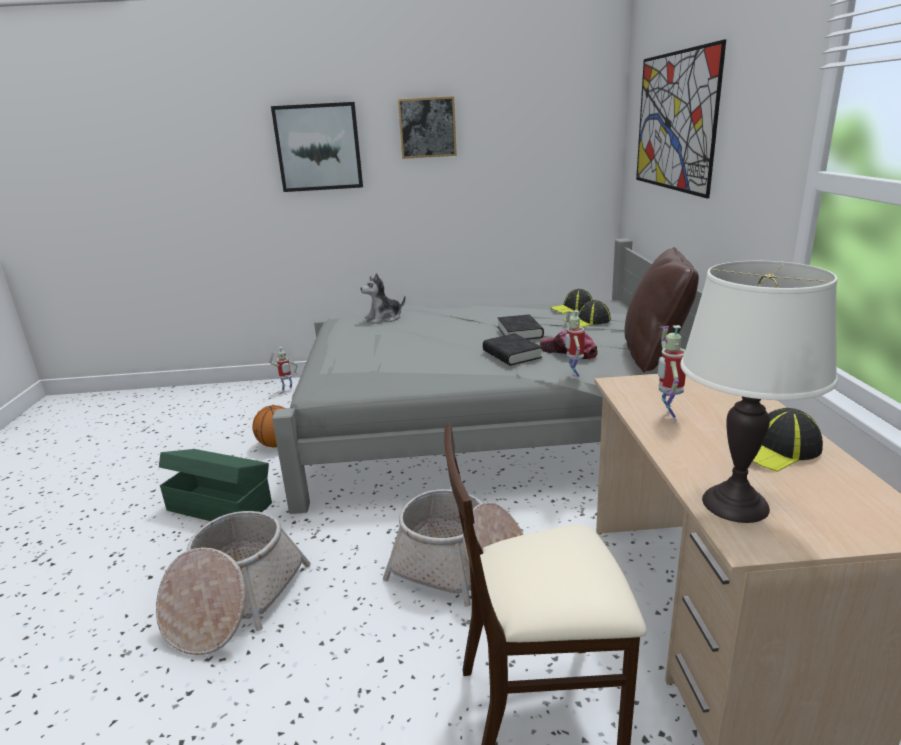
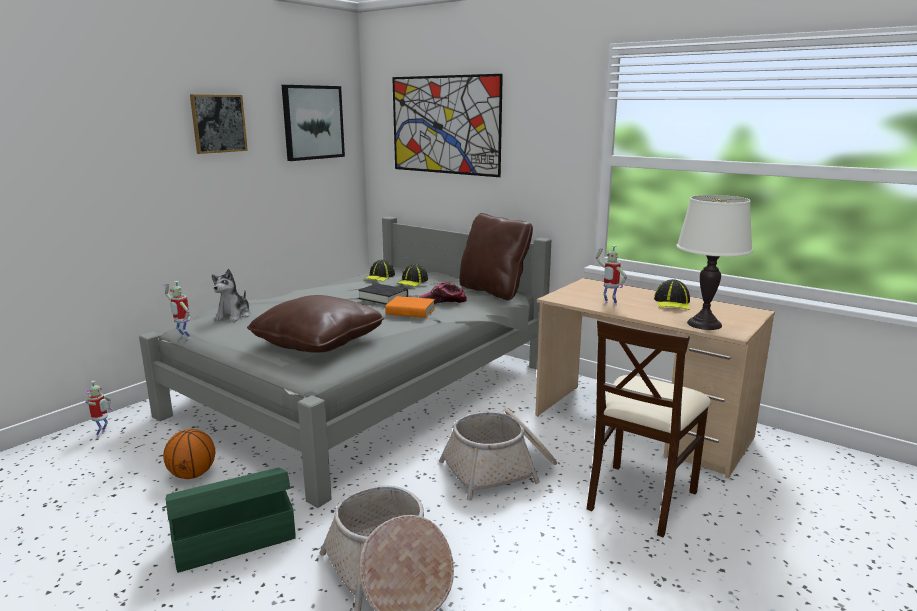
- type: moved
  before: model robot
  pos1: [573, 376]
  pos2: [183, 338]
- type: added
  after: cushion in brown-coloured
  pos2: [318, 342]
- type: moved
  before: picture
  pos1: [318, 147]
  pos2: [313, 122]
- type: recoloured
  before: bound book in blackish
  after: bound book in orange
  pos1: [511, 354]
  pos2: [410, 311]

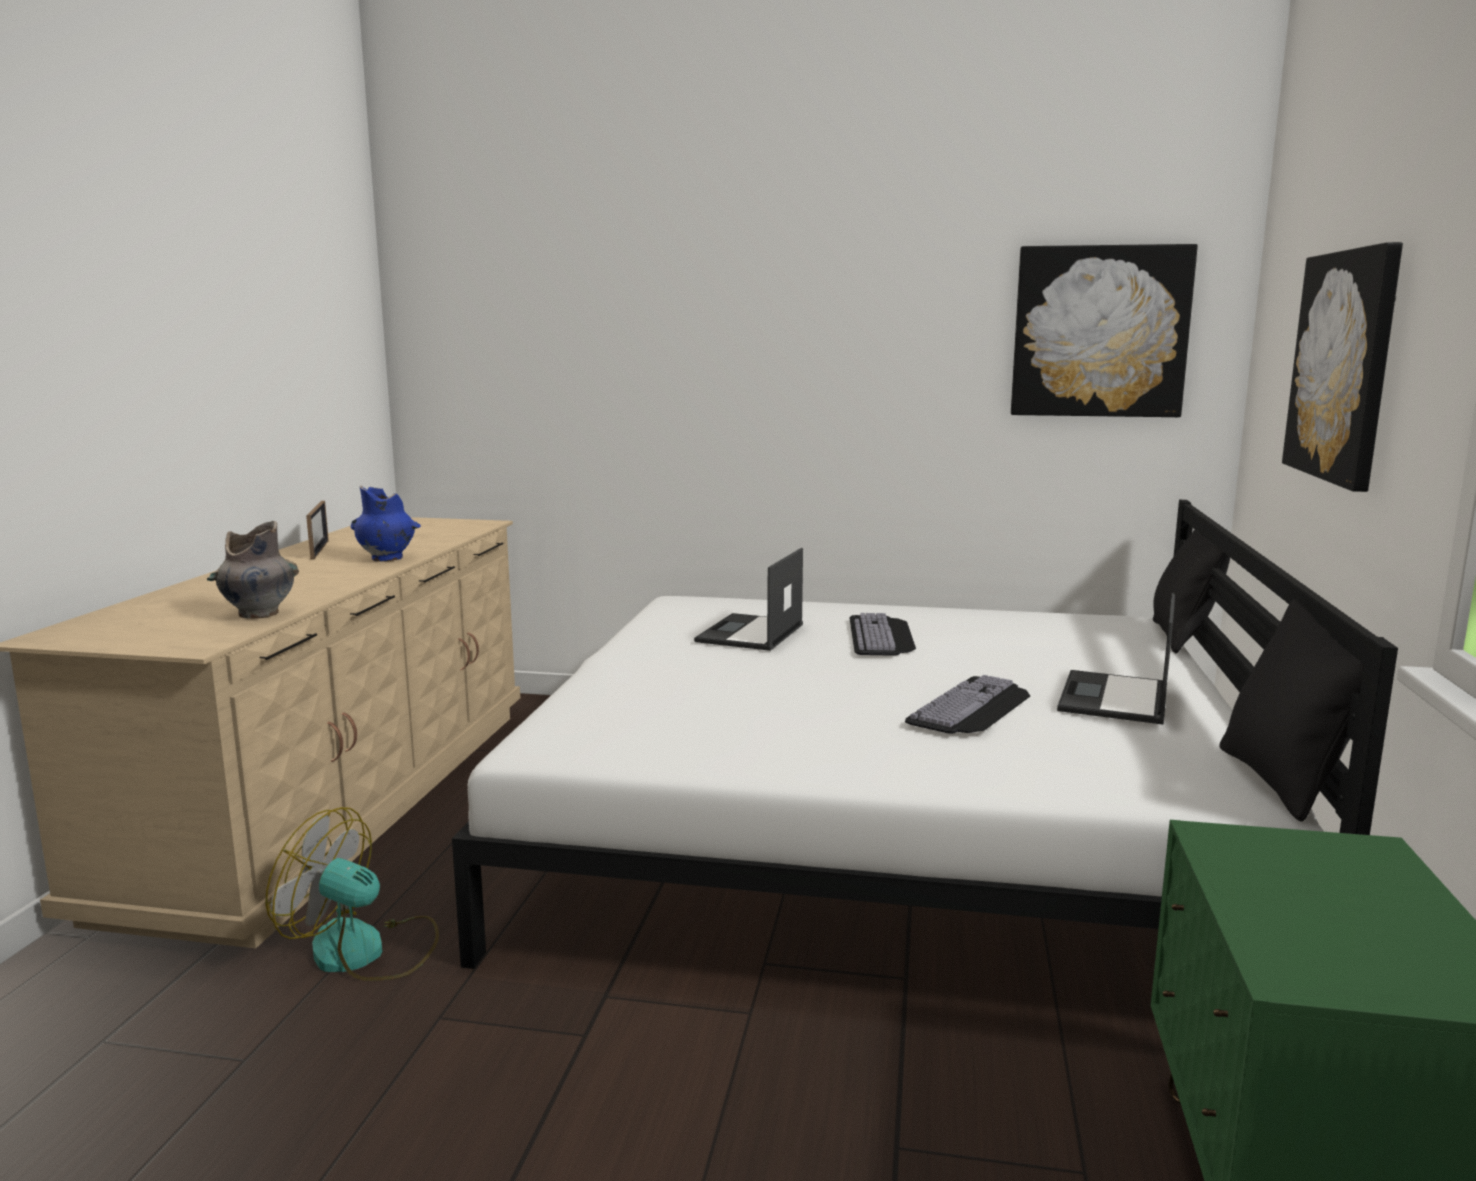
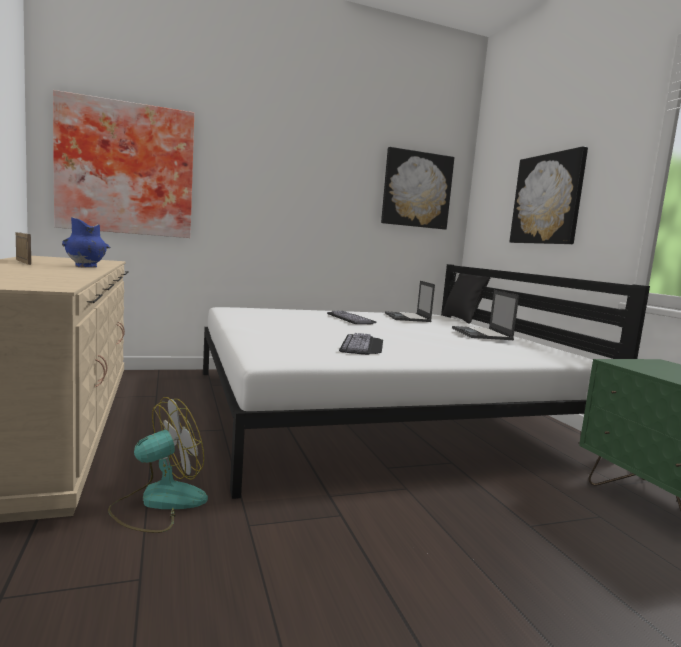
- type: added
  after: picture
  pos2: [126, 169]
- type: turned
  before: electric fan
  pos1: [364, 951]
  pos2: [159, 502]
  turn: 150
- type: moved
  before: PC keyboard
  pos1: [974, 707]
  pos2: [363, 345]
- type: moved
  before: notebook computer
  pos1: [750, 633]
  pos2: [407, 317]
- type: removed
  before: vase in greyish
  pos1: [258, 614]
- type: removed
  before: cushion in blackish
  pos1: [1284, 783]

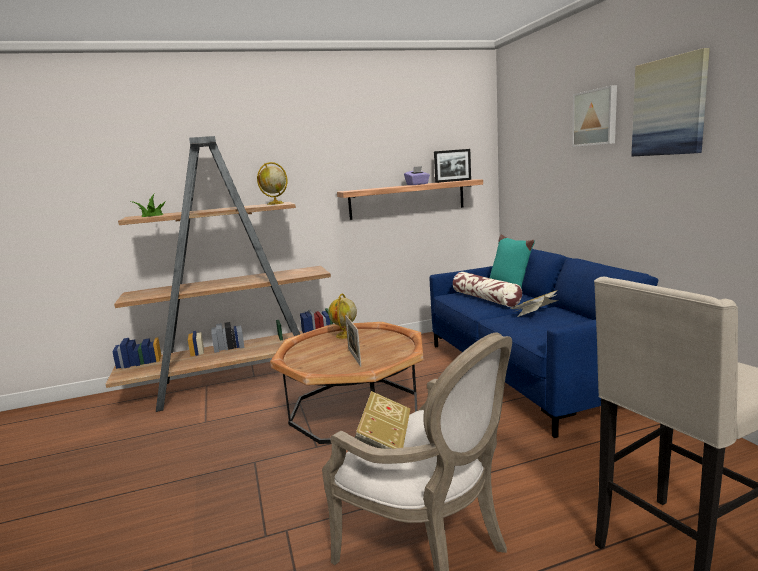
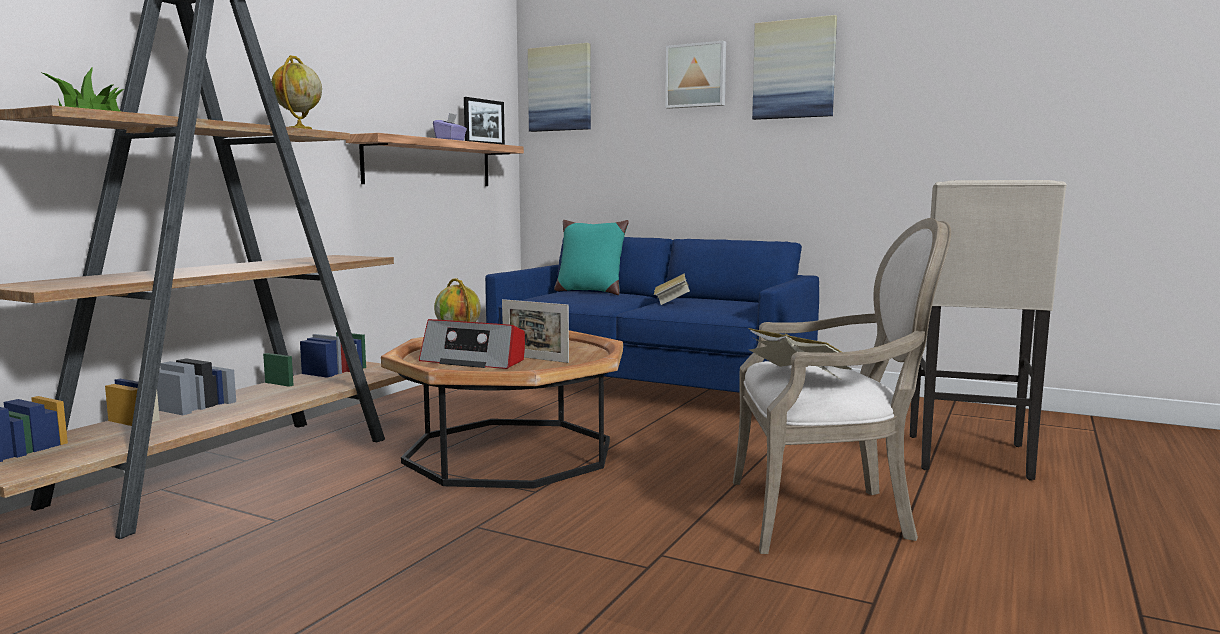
- type: added
  after: radio receiver
  pos2: [474, 361]
- type: added
  after: picture
  pos2: [560, 88]
- type: removed
  before: cushion
  pos1: [486, 299]

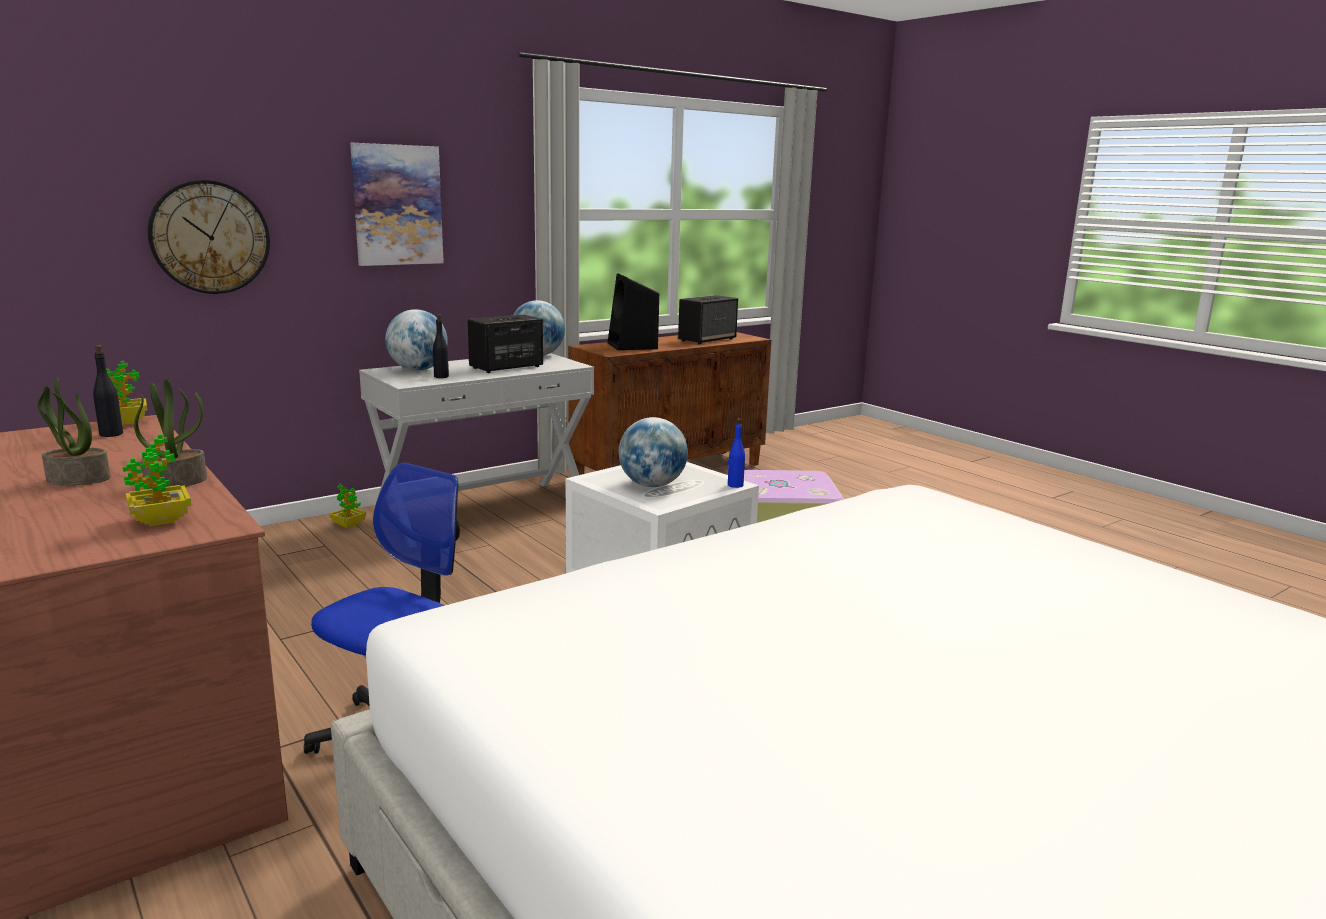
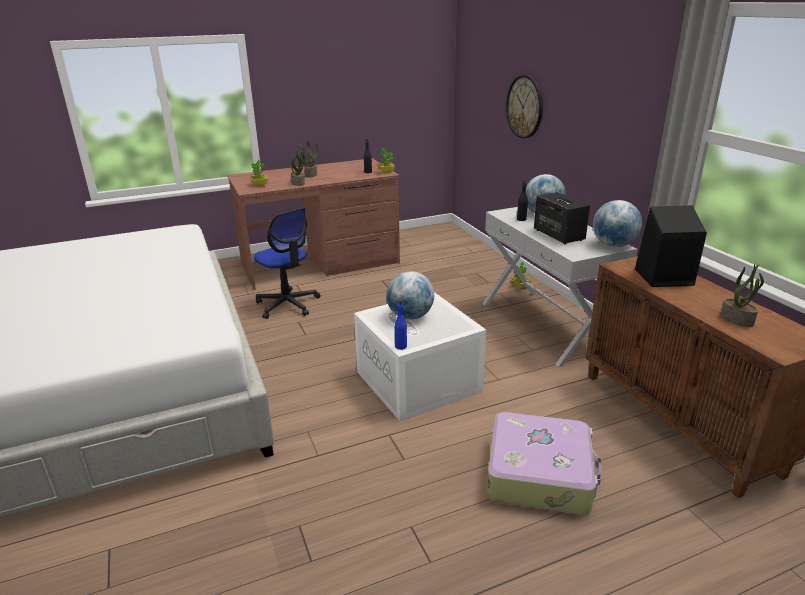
- type: replaced
  before: loudspeaker
  after: houseplant
  pos1: [707, 340]
  pos2: [737, 319]
- type: removed
  before: picture
  pos1: [397, 205]

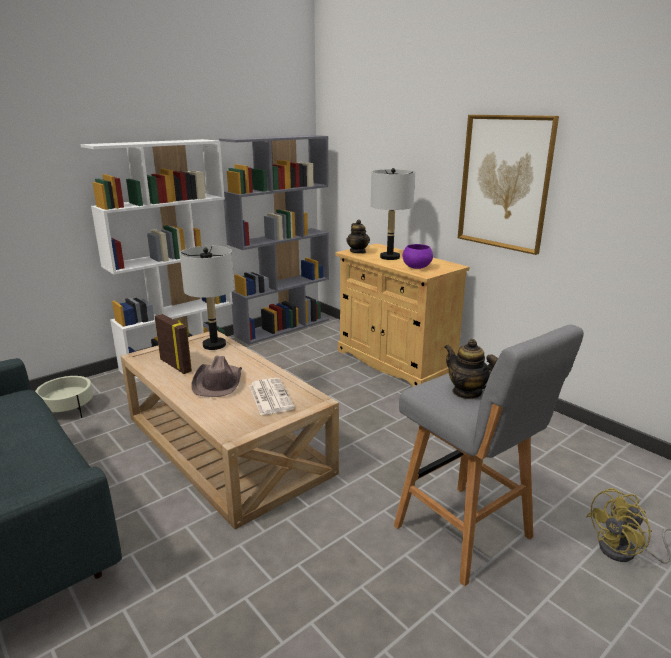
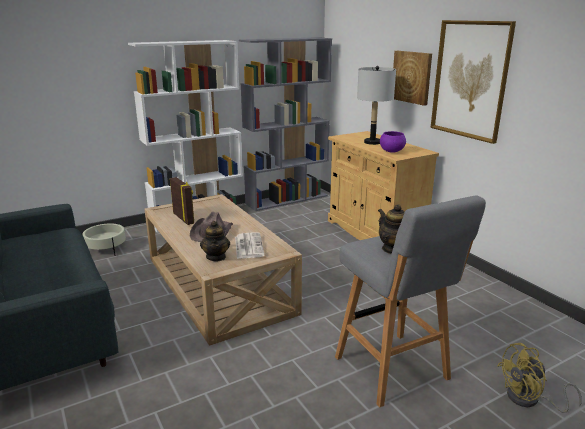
- type: moved
  before: tea pot
  pos1: [358, 252]
  pos2: [216, 257]
- type: added
  after: picture
  pos2: [412, 77]
- type: removed
  before: lamp for a table in greyish
  pos1: [214, 345]

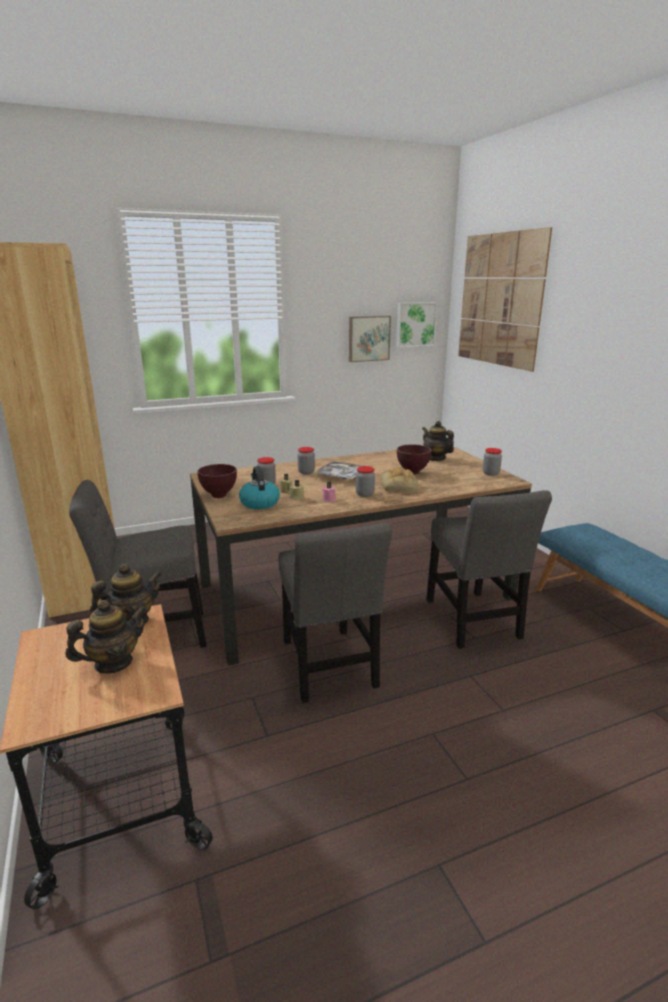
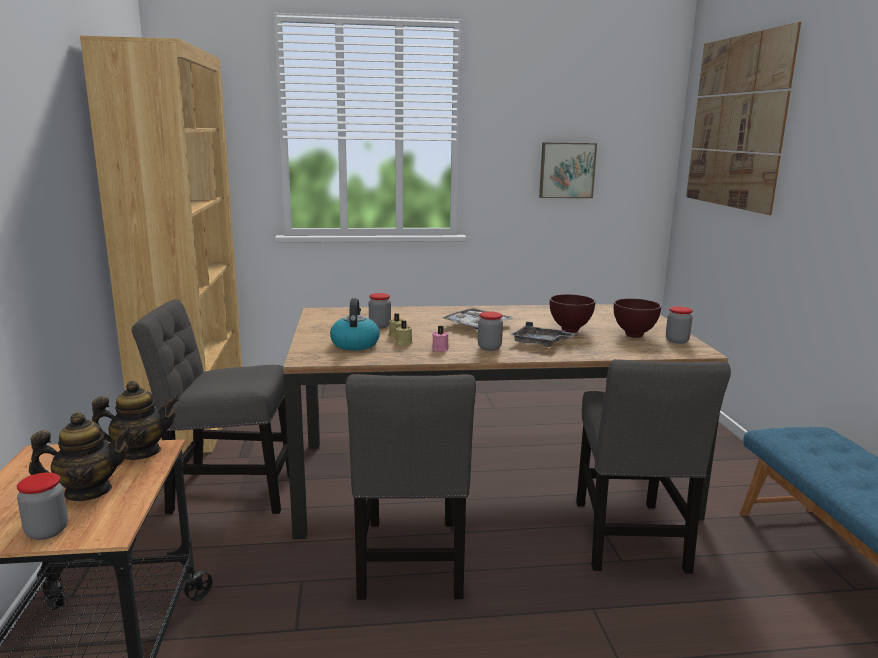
- type: moved
  before: preserve jar
  pos1: [306, 472]
  pos2: [47, 531]
- type: replaced
  before: bread
  after: tray in greyish
  pos1: [399, 486]
  pos2: [540, 343]
- type: moved
  before: bowl in brown-coloured
  pos1: [218, 496]
  pos2: [633, 335]
- type: removed
  before: picture
  pos1: [415, 324]
- type: removed
  before: tea pot
  pos1: [435, 458]

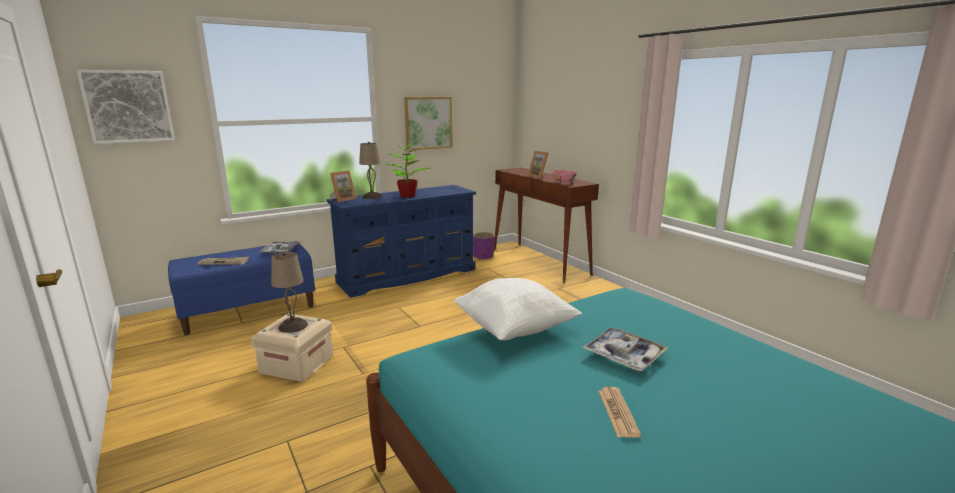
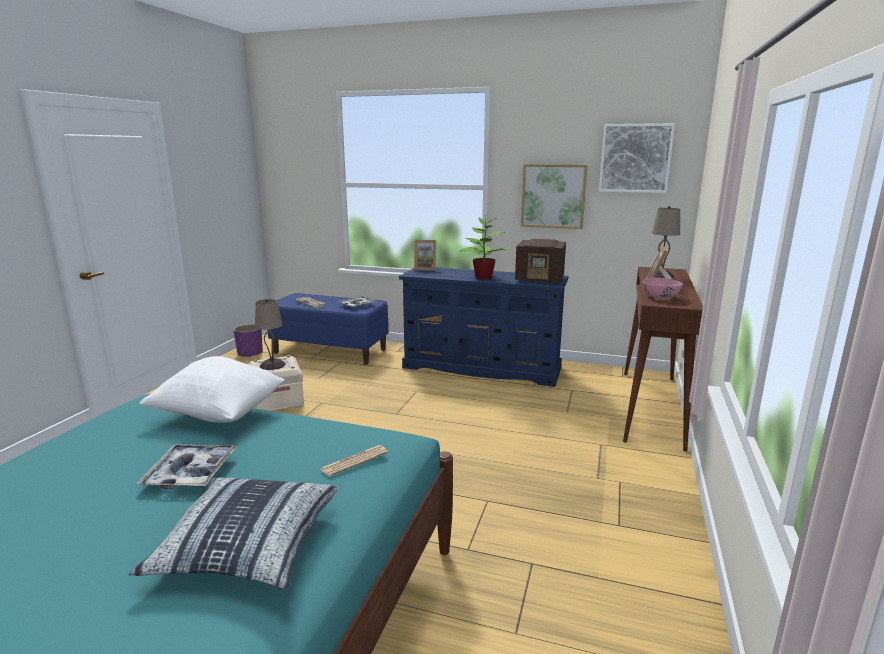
- type: added
  after: cushion
  pos2: [247, 545]
- type: moved
  before: plant pot in purple
  pos1: [483, 256]
  pos2: [250, 353]
- type: moved
  before: daily paper
  pos1: [618, 412]
  pos2: [354, 461]
- type: added
  after: radio receiver
  pos2: [540, 280]
- type: moved
  before: picture
  pos1: [128, 106]
  pos2: [635, 158]
- type: moved
  before: lamp for a table in beige
  pos1: [372, 197]
  pos2: [660, 275]

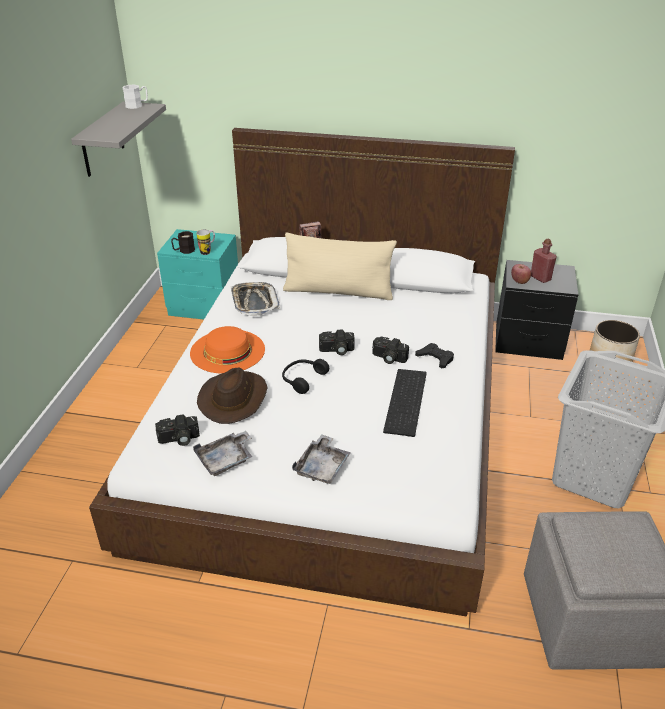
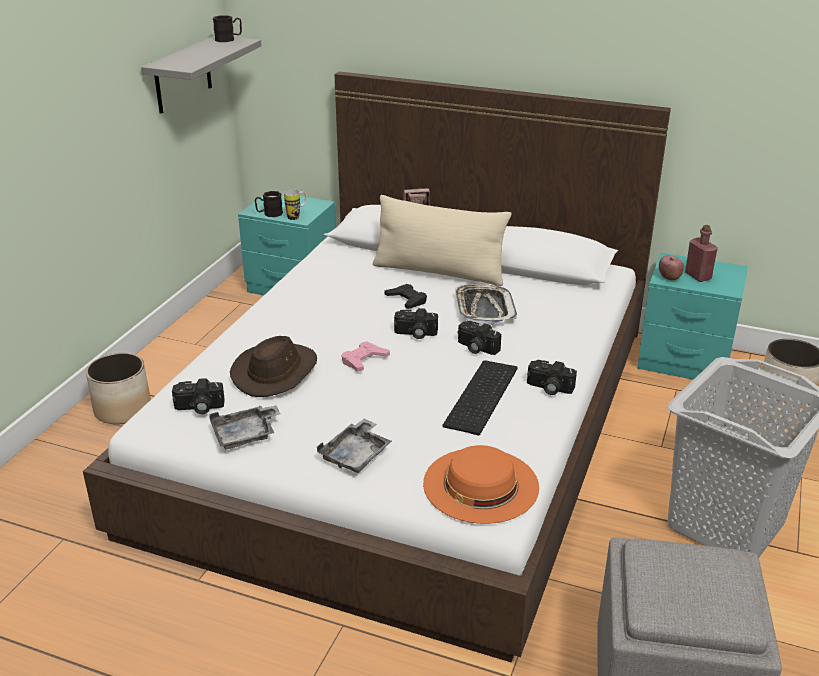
- type: added
  after: plant pot
  pos2: [123, 409]
- type: recoloured
  before: mug in whitish
  after: mug in blackish
  pos1: [137, 105]
  pos2: [229, 39]
- type: replaced
  before: headset in blackish
  after: game controller in pinkish
  pos1: [302, 379]
  pos2: [364, 360]
- type: moved
  before: game controller in blackish
  pos1: [435, 358]
  pos2: [407, 300]
- type: moved
  before: clothing hat in orange
  pos1: [227, 351]
  pos2: [480, 484]
- type: moved
  before: tray
  pos1: [254, 302]
  pos2: [484, 309]
- type: added
  after: photo camera
  pos2: [549, 388]
- type: recoloured
  before: bedside table in blackish
  after: bedside table in turquoise
  pos1: [528, 342]
  pos2: [684, 360]

